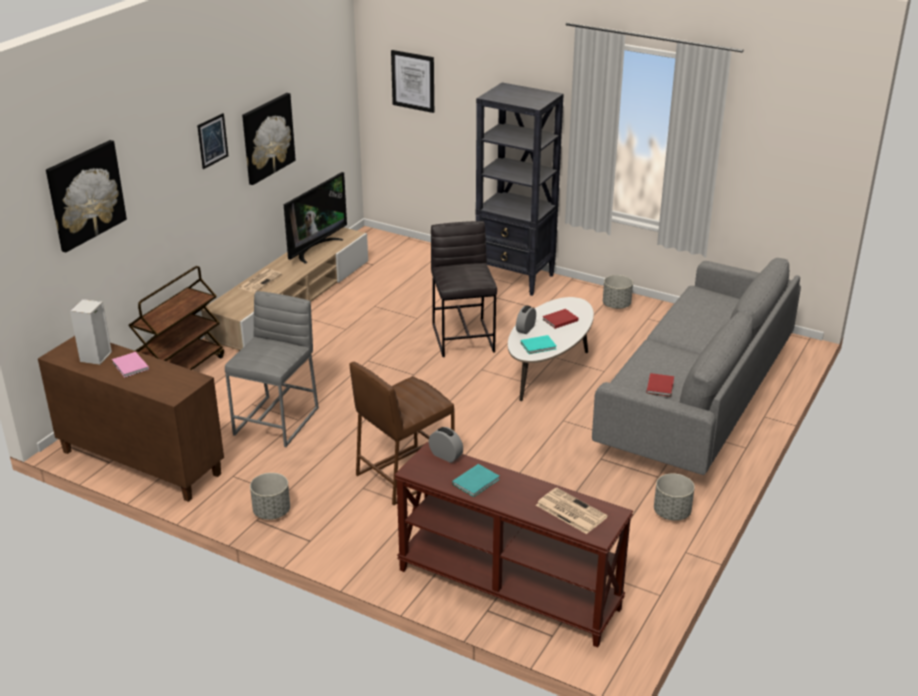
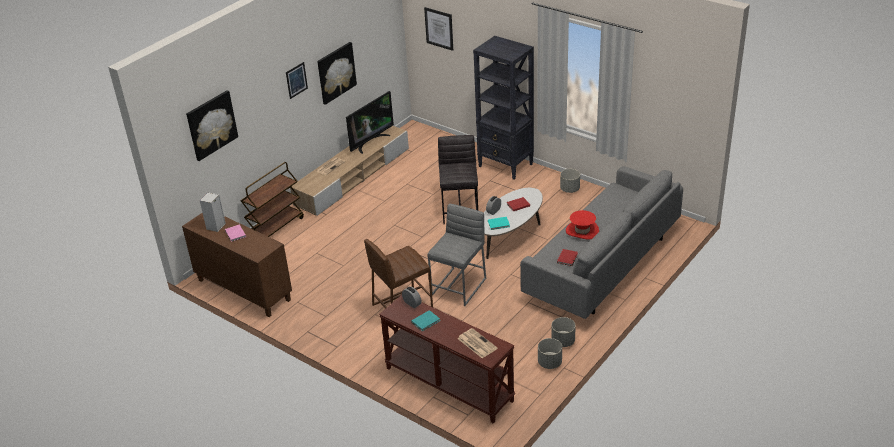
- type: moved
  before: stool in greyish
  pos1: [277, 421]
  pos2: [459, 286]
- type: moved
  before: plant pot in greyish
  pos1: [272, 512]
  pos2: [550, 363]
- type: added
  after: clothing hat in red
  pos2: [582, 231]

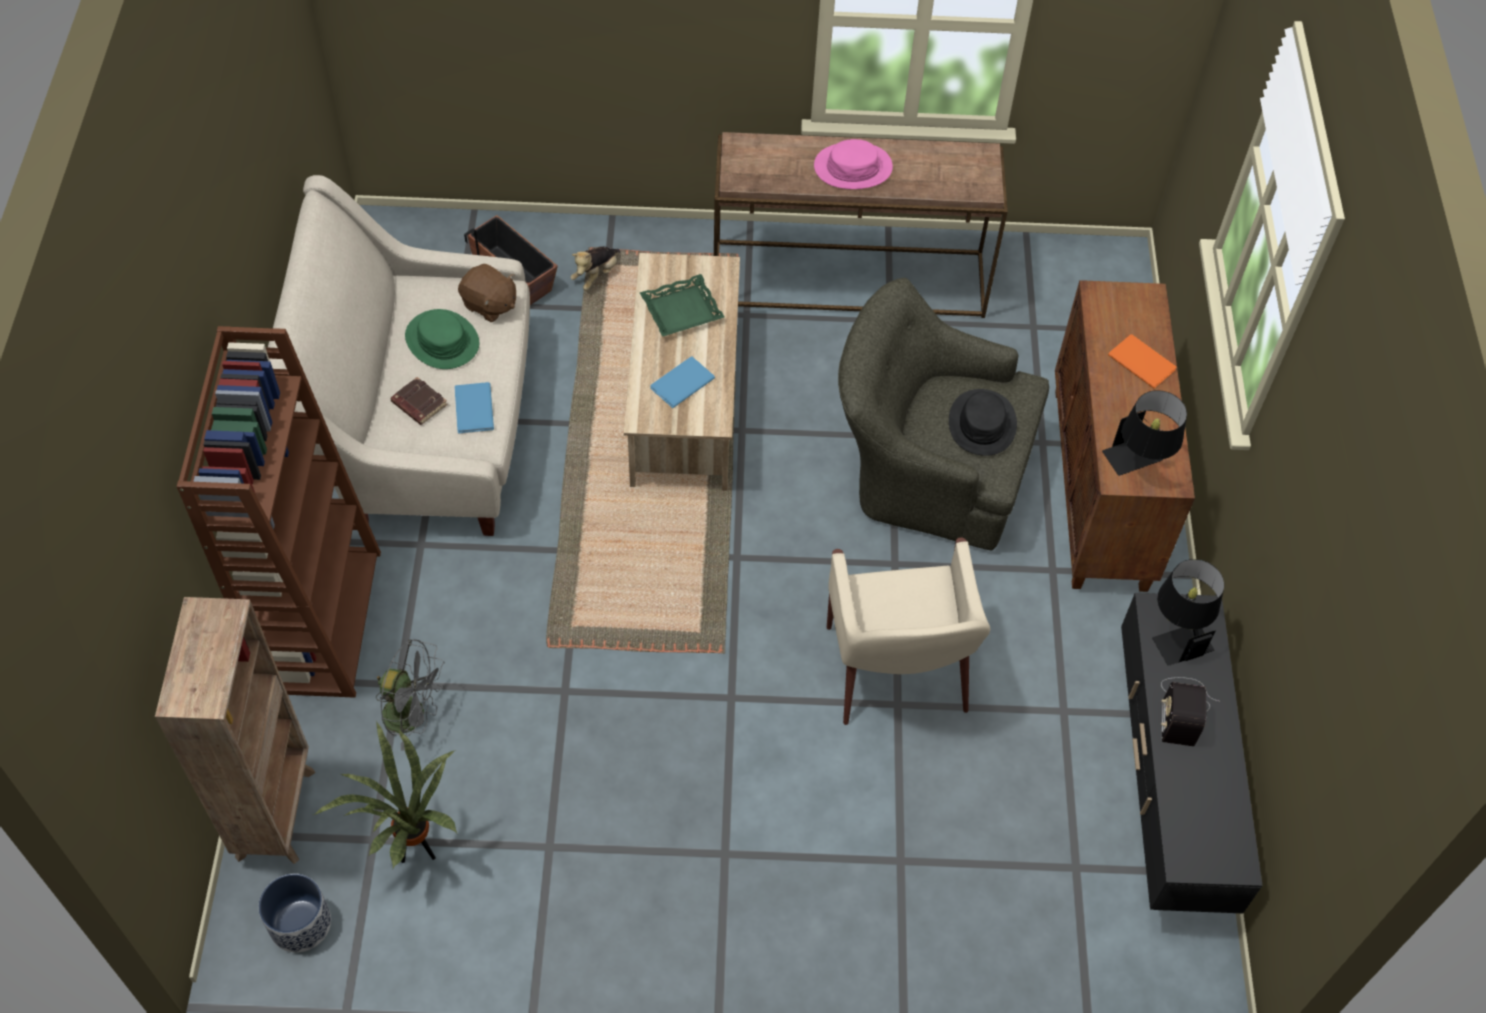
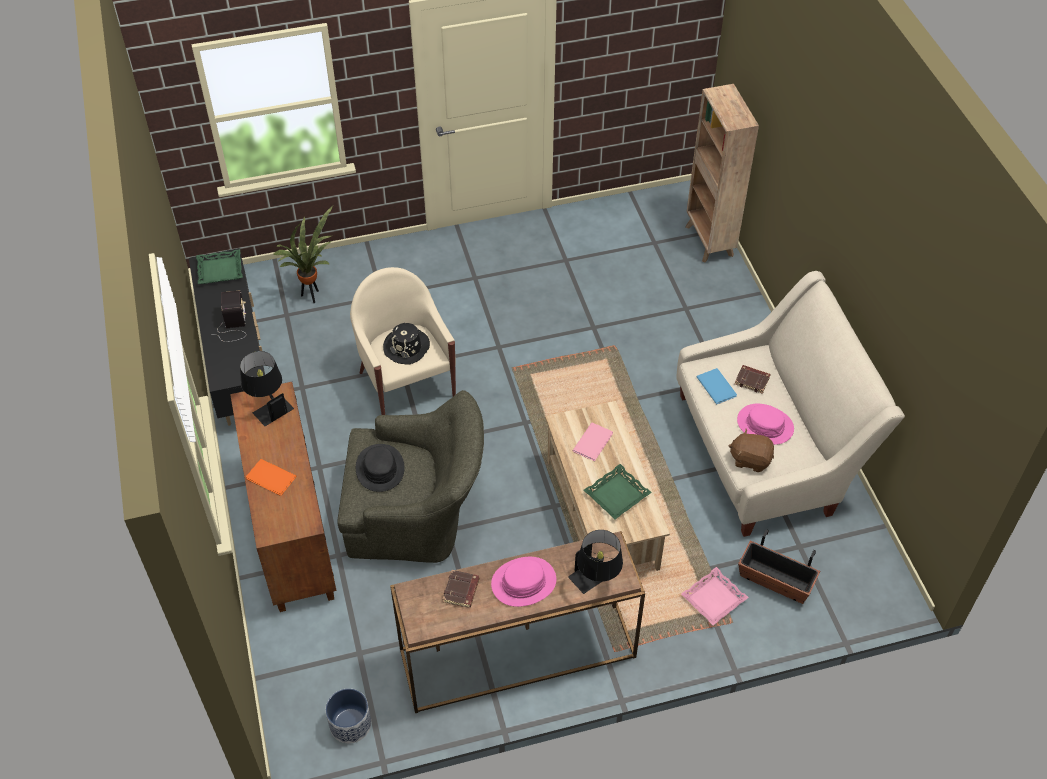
- type: added
  after: tray in green
  pos2: [220, 270]
- type: moved
  before: houseplant
  pos1: [415, 851]
  pos2: [312, 296]
- type: moved
  before: plant pot
  pos1: [300, 923]
  pos2: [350, 724]
- type: added
  after: clothing hat in blackish
  pos2: [407, 347]
- type: added
  after: bound book in brown-coloured
  pos2: [461, 591]
- type: moved
  before: lamp for a table in blackish
  pos1: [1177, 634]
  pos2: [596, 581]
- type: recoloured
  before: bound book in bluish
  after: bound book in pinkish
  pos1: [680, 383]
  pos2: [594, 442]
- type: replaced
  before: soft toy
  after: tray in pinkish
  pos1: [596, 275]
  pos2: [714, 599]
- type: recoloured
  before: clothing hat in green
  after: clothing hat in pinkish
  pos1: [442, 341]
  pos2: [765, 425]
- type: removed
  before: bookshelf in brown-coloured
  pos1: [322, 619]
- type: removed
  before: electric fan in greyish
  pos1: [413, 716]

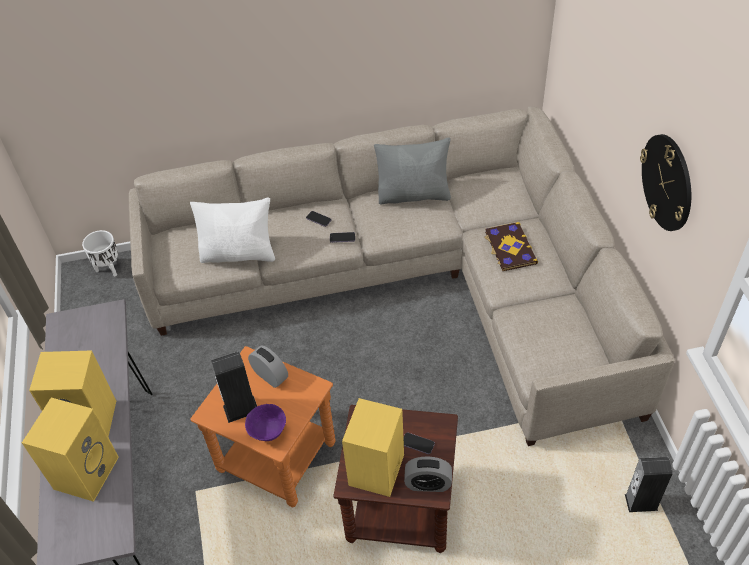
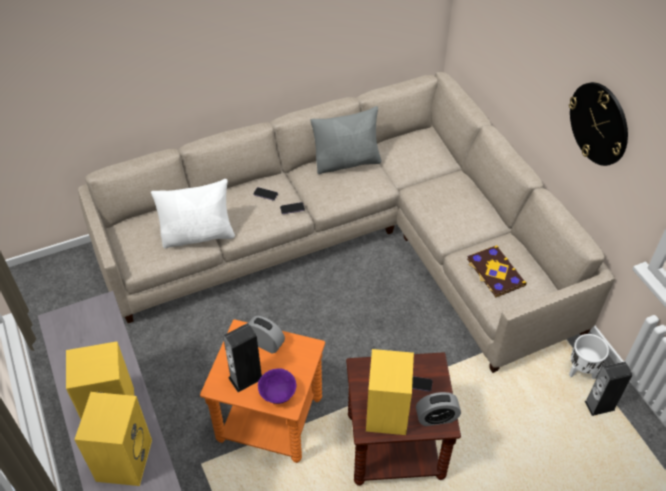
- type: moved
  before: bound book
  pos1: [509, 248]
  pos2: [495, 272]
- type: moved
  before: plant pot in whitish
  pos1: [109, 268]
  pos2: [581, 371]

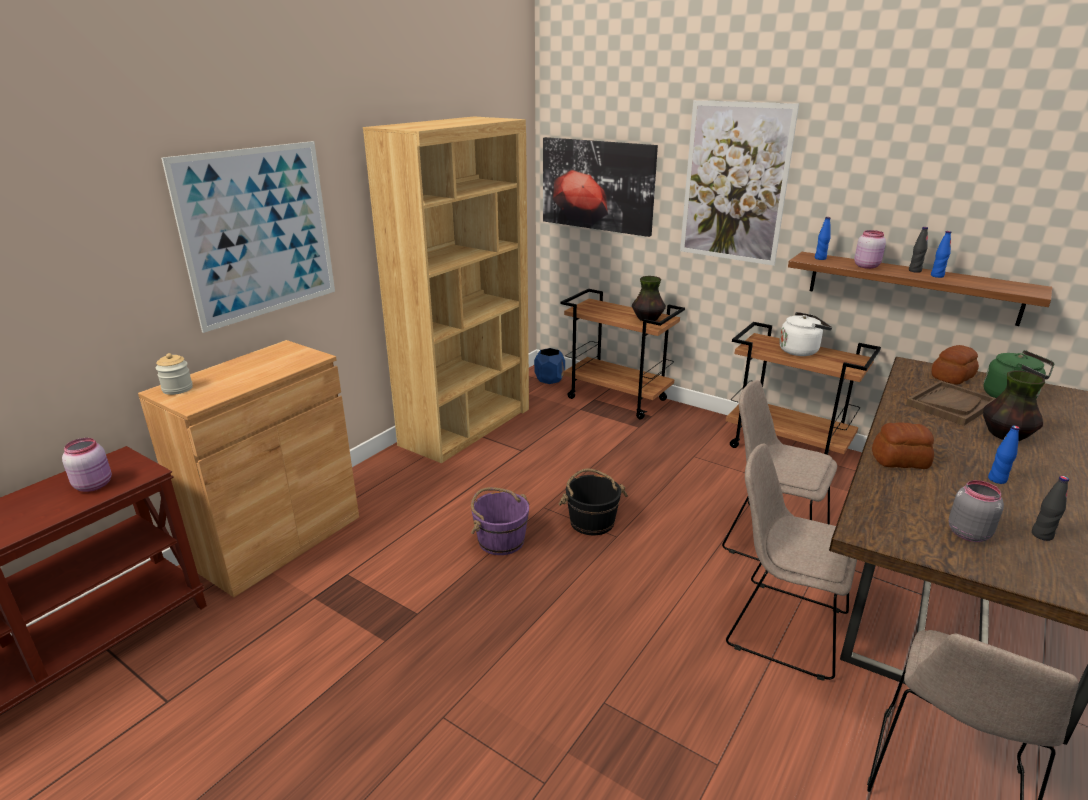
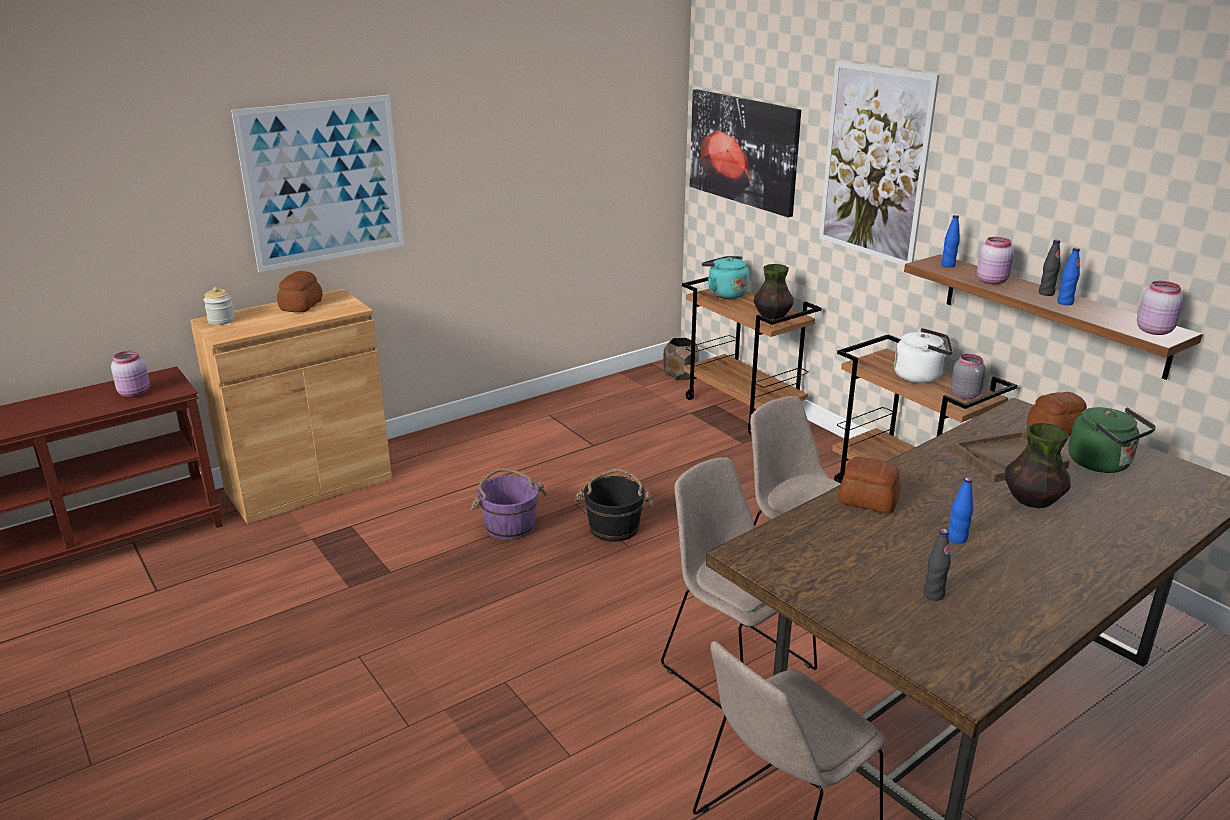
- type: added
  after: bread
  pos2: [302, 305]
- type: recoloured
  before: plant pot in bluish
  after: plant pot in brown-coloured
  pos1: [550, 379]
  pos2: [680, 375]
- type: added
  after: kettle in turquoise
  pos2: [725, 293]
- type: moved
  before: preserve jar in greyish
  pos1: [967, 533]
  pos2: [965, 394]
- type: added
  after: preserve jar in pinkish
  pos2: [1154, 330]
- type: removed
  before: bookshelf in brown-coloured
  pos1: [466, 426]

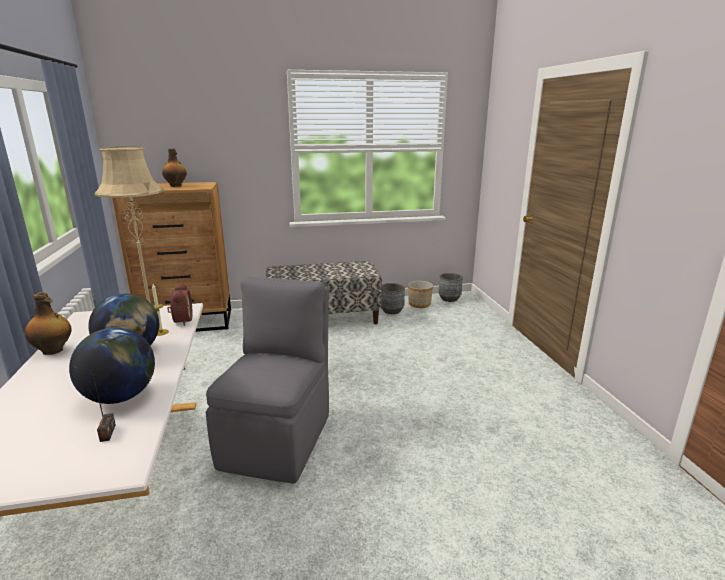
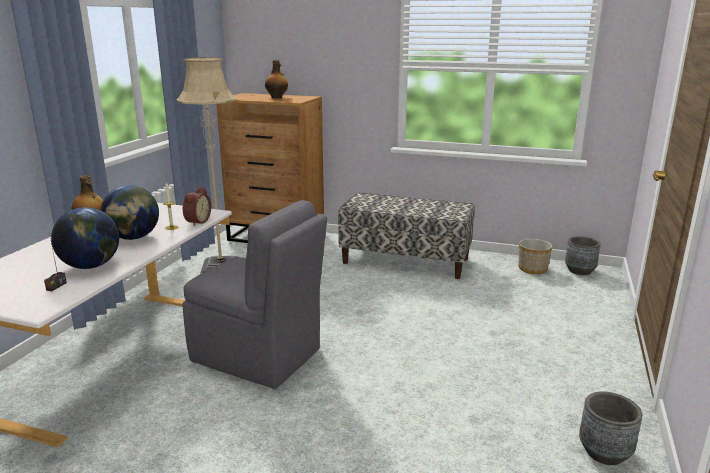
- type: turned
  before: chair in greyish
  pos1: [278, 438]
  pos2: [258, 356]
  turn: 75
- type: moved
  before: plant pot in greyish
  pos1: [392, 311]
  pos2: [604, 452]

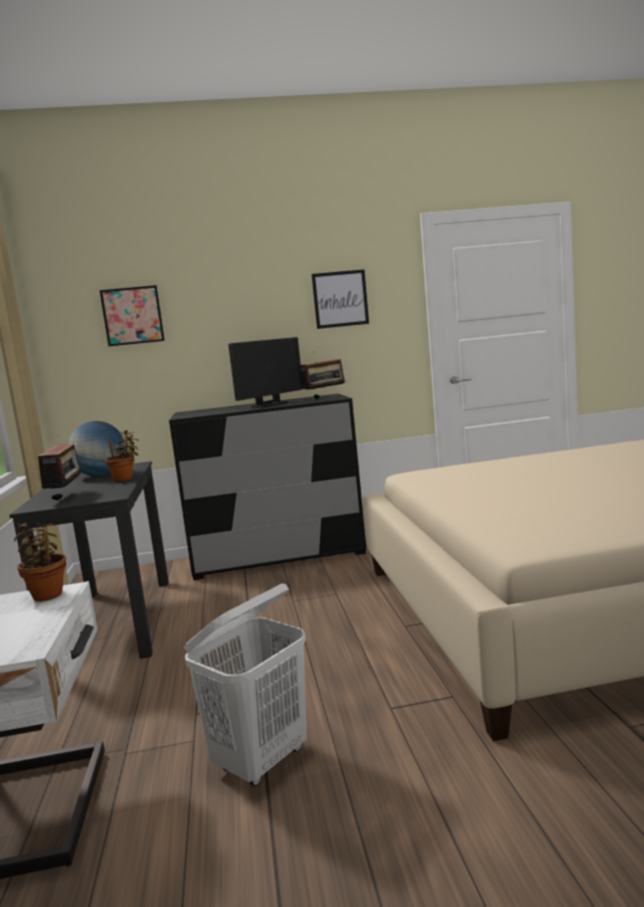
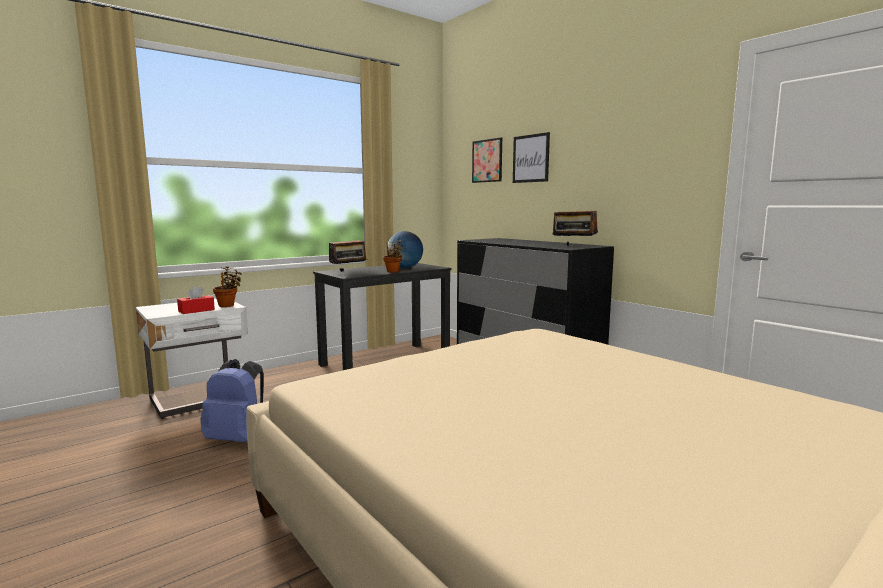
- type: added
  after: tissue box in red
  pos2: [196, 310]
- type: replaced
  before: hamper in whitish
  after: backpack in bluish
  pos1: [262, 761]
  pos2: [238, 438]
- type: moved
  before: picture
  pos1: [340, 299]
  pos2: [531, 158]
- type: removed
  before: computer screen
  pos1: [270, 404]

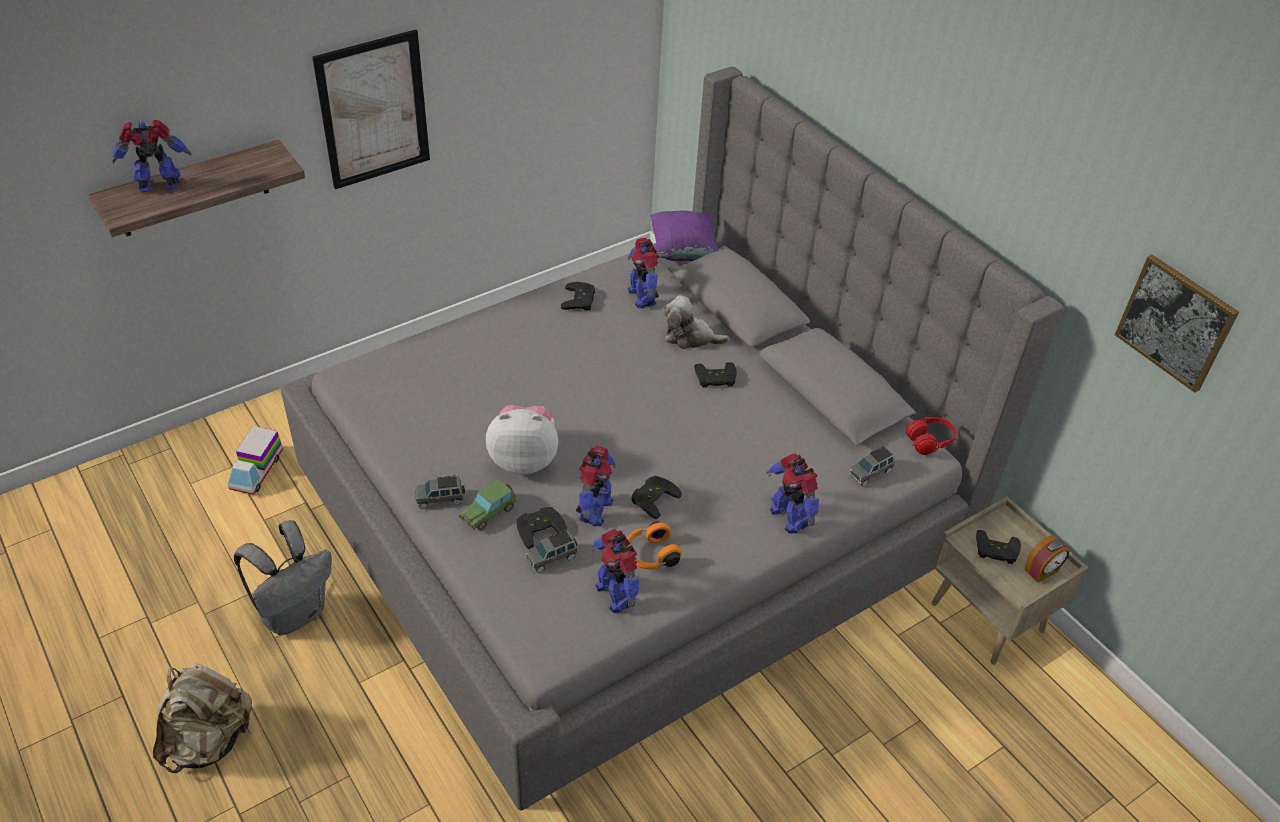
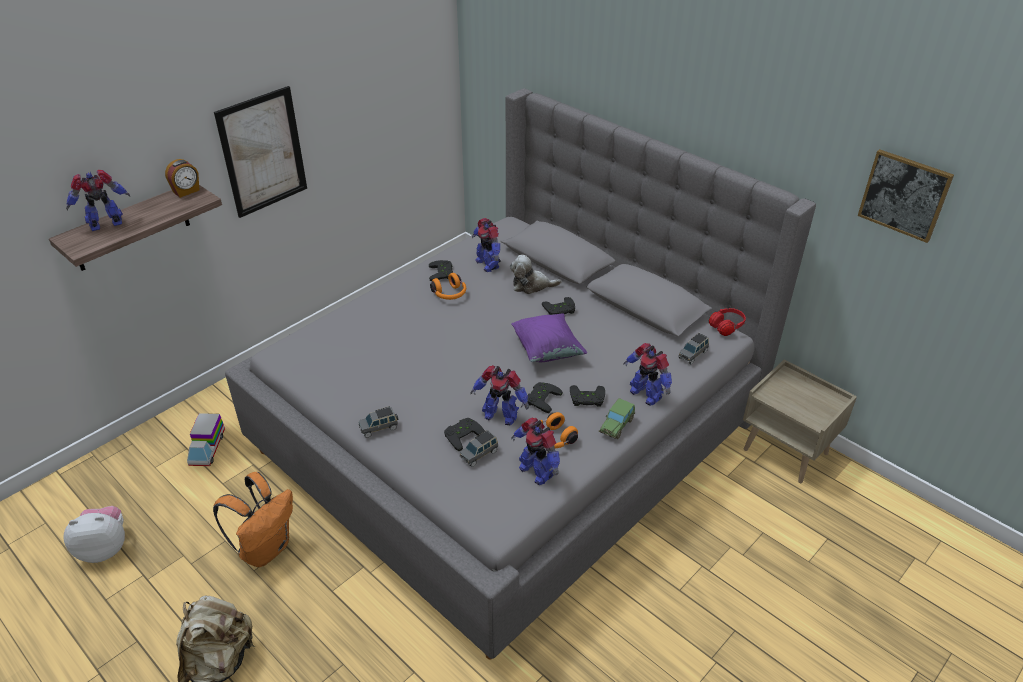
- type: moved
  before: soft toy
  pos1: [524, 459]
  pos2: [105, 548]
- type: moved
  before: table clock
  pos1: [1042, 571]
  pos2: [186, 191]
- type: recoloured
  before: backpack in greyish
  after: backpack in orange
  pos1: [295, 613]
  pos2: [266, 548]
- type: added
  after: headset in orange
  pos2: [450, 294]
- type: turned
  before: model robot
  pos1: [594, 510]
  pos2: [500, 415]
  turn: 105
- type: moved
  before: cushion in purple
  pos1: [683, 251]
  pos2: [547, 351]
- type: moved
  before: game controller in blackish
  pos1: [995, 551]
  pos2: [587, 399]
- type: moved
  before: toy car
  pos1: [489, 513]
  pos2: [617, 425]

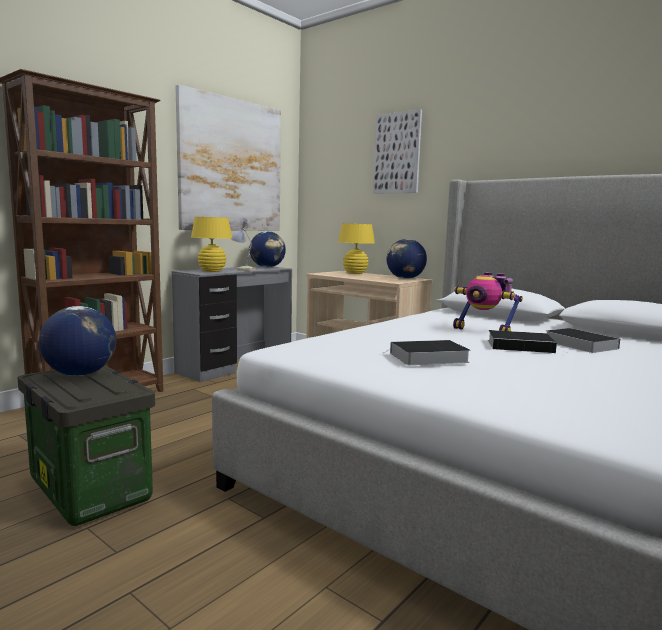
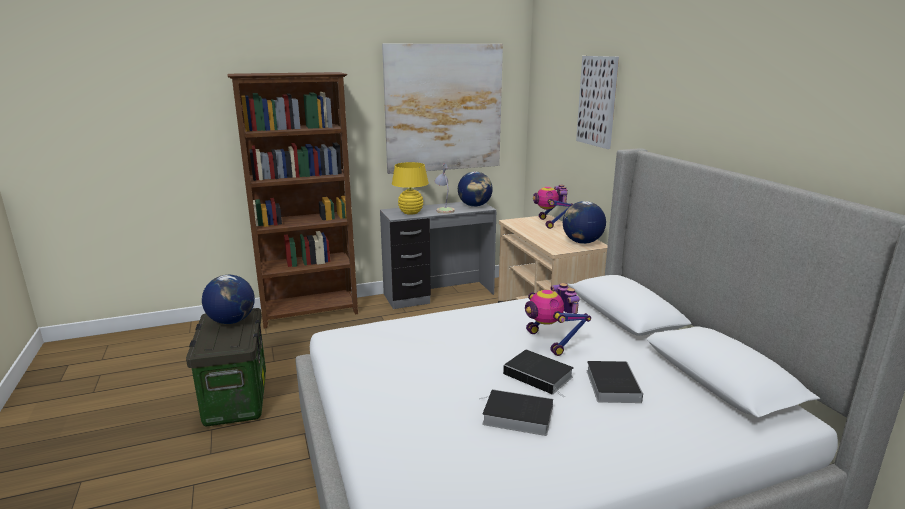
- type: moved
  before: bound book
  pos1: [427, 358]
  pos2: [515, 416]
- type: replaced
  before: lamp for a table in yellow
  after: model robot
  pos1: [355, 273]
  pos2: [550, 223]

